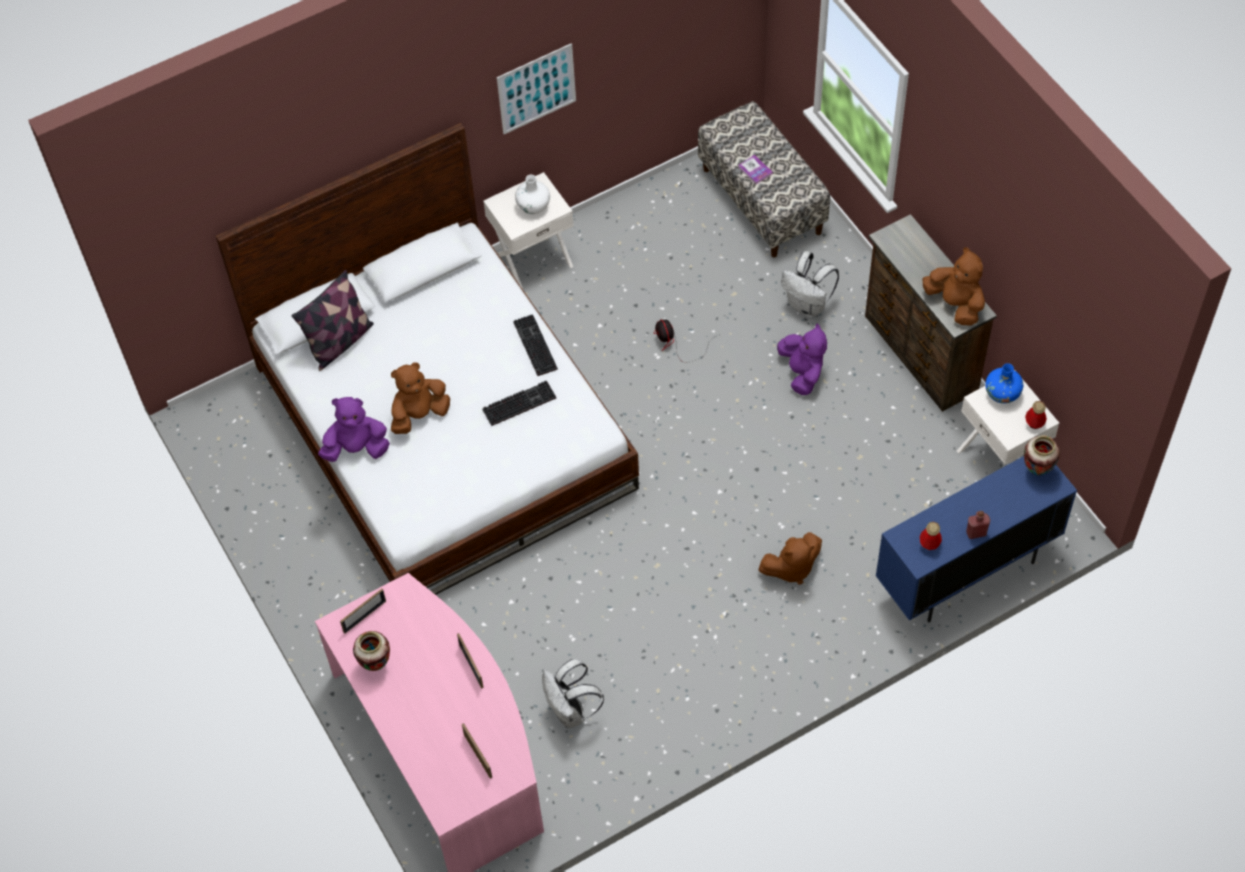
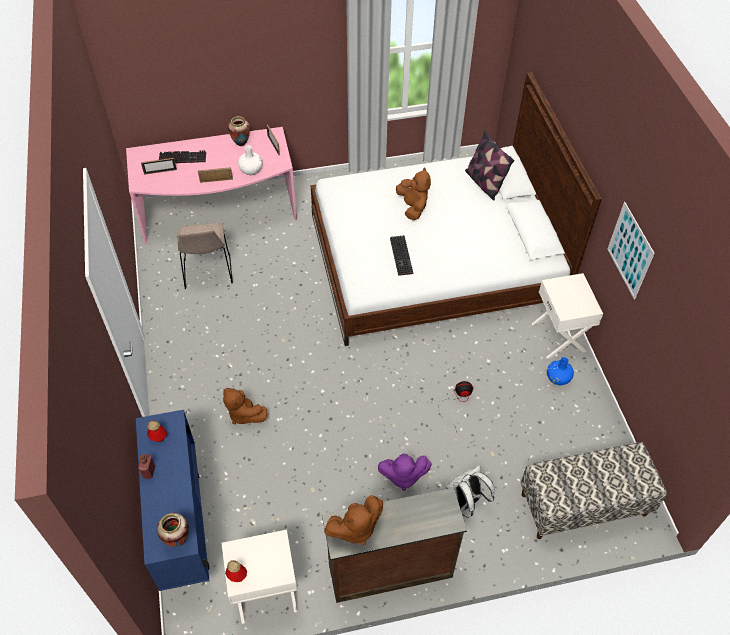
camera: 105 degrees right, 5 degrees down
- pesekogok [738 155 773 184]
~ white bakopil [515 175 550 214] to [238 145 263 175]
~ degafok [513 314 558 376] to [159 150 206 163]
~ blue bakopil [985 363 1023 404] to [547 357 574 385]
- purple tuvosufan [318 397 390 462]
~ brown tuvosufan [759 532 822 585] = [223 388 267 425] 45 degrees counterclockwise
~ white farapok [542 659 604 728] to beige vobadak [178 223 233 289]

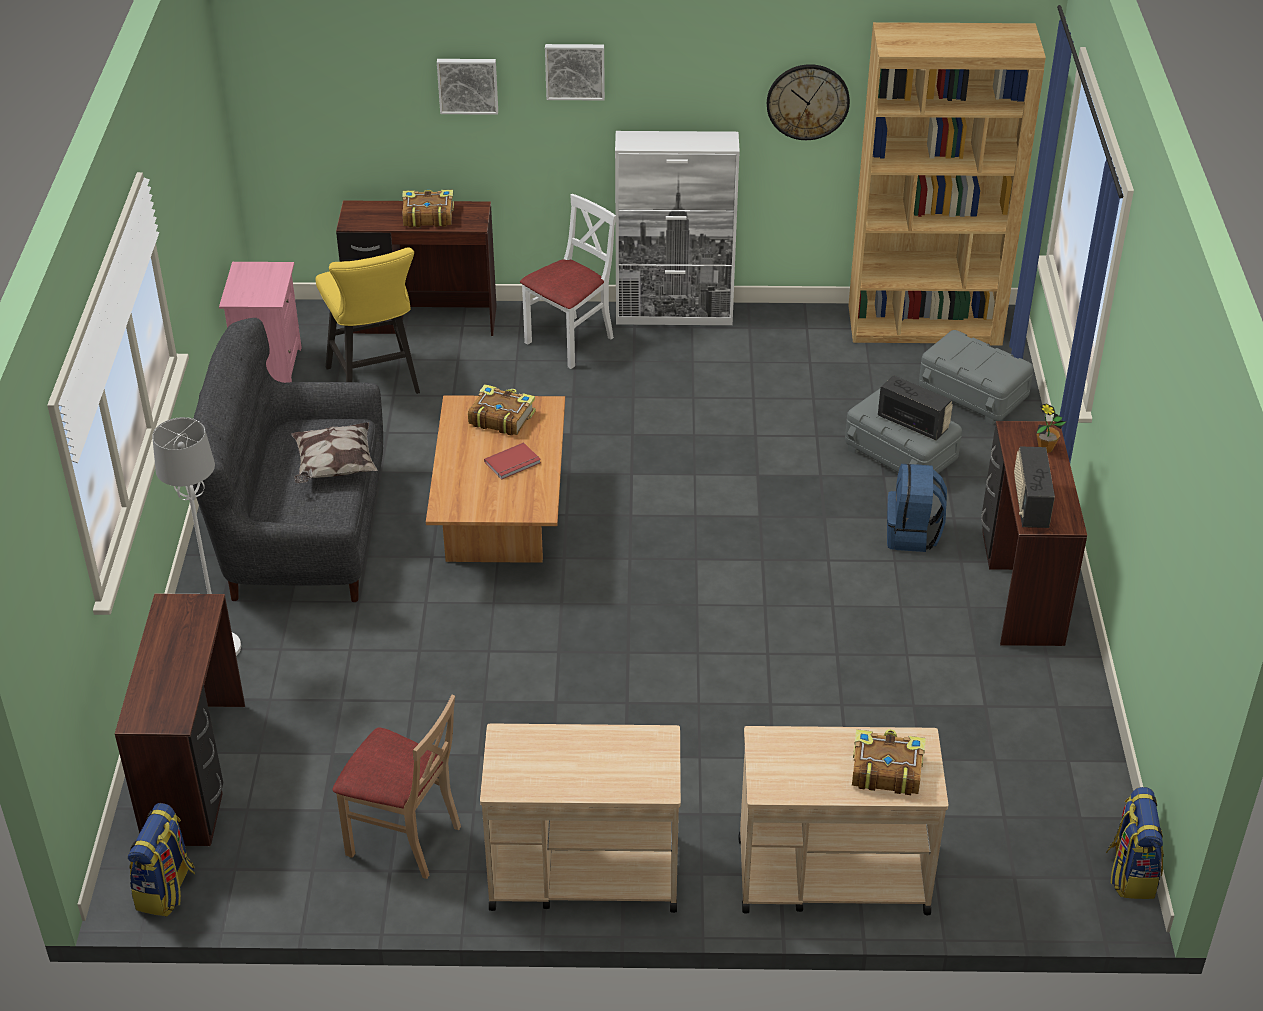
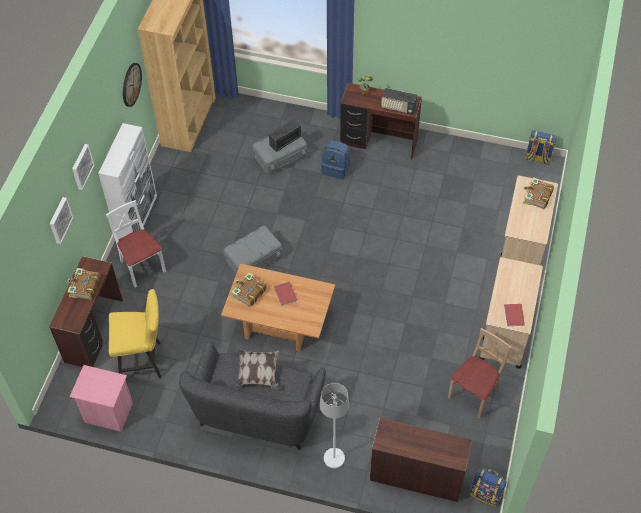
camera: 75 degrees left, 15 degrees up
~ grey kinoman [919 330 1034 425] to [224 226 282 273]
+ red pesekogok [504 304 525 326]

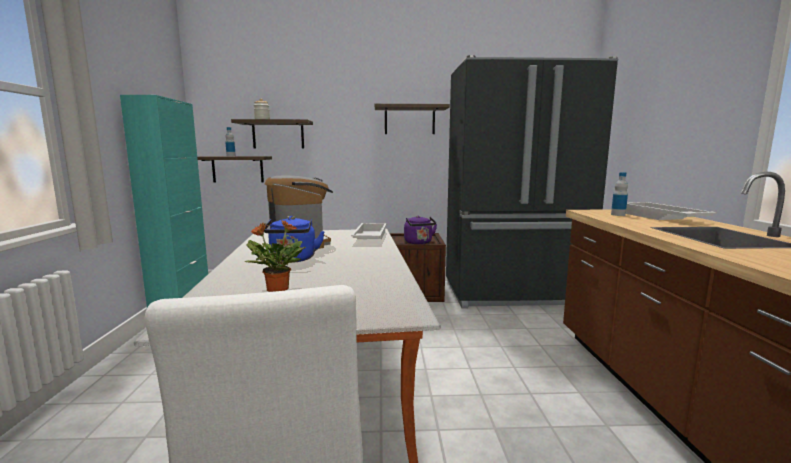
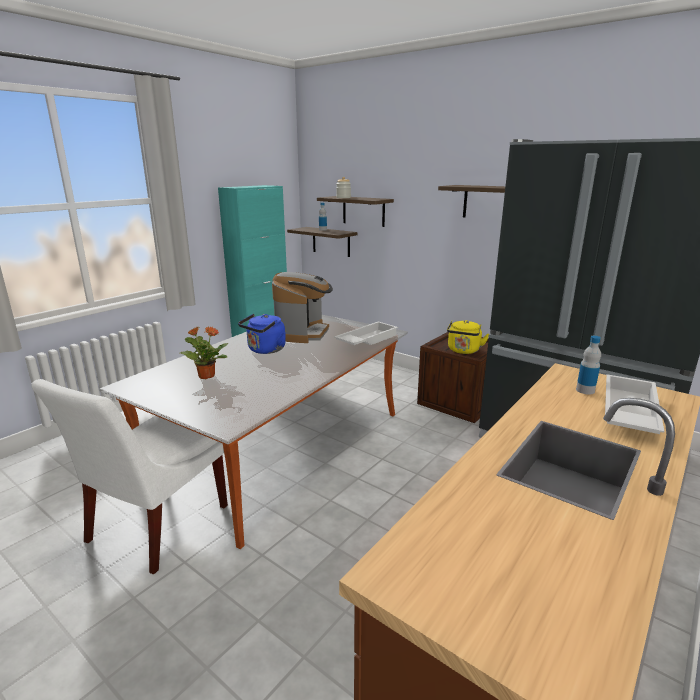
camera: 40 degrees right, 10 degrees up
~ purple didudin [404 215 437 244] to yellow didudin [447 320 489 354]

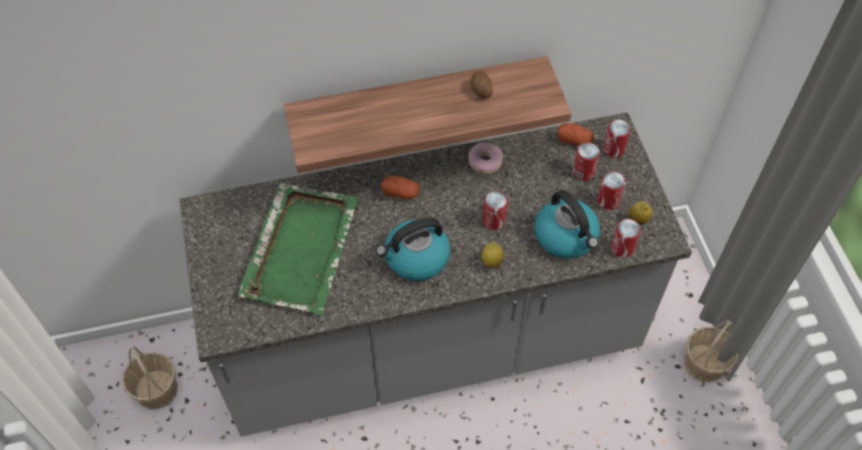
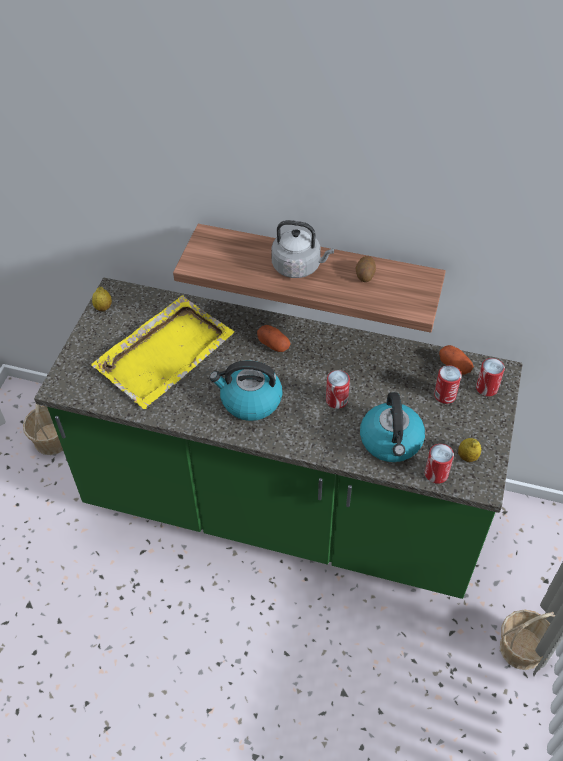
camera: 30 degrees right, 5 degrees down
~ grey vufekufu [179 112 692 437] to green vufekufu [34 278 522 599]
- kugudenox [468 142 503 174]
- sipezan [597 171 626 210]
~ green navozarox [238 182 358 315] to yellow navozarox [91 295 235 409]
~ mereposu [482 242 504 268] to [92 287 112 311]
+ grey didudin [271 220 334 278]

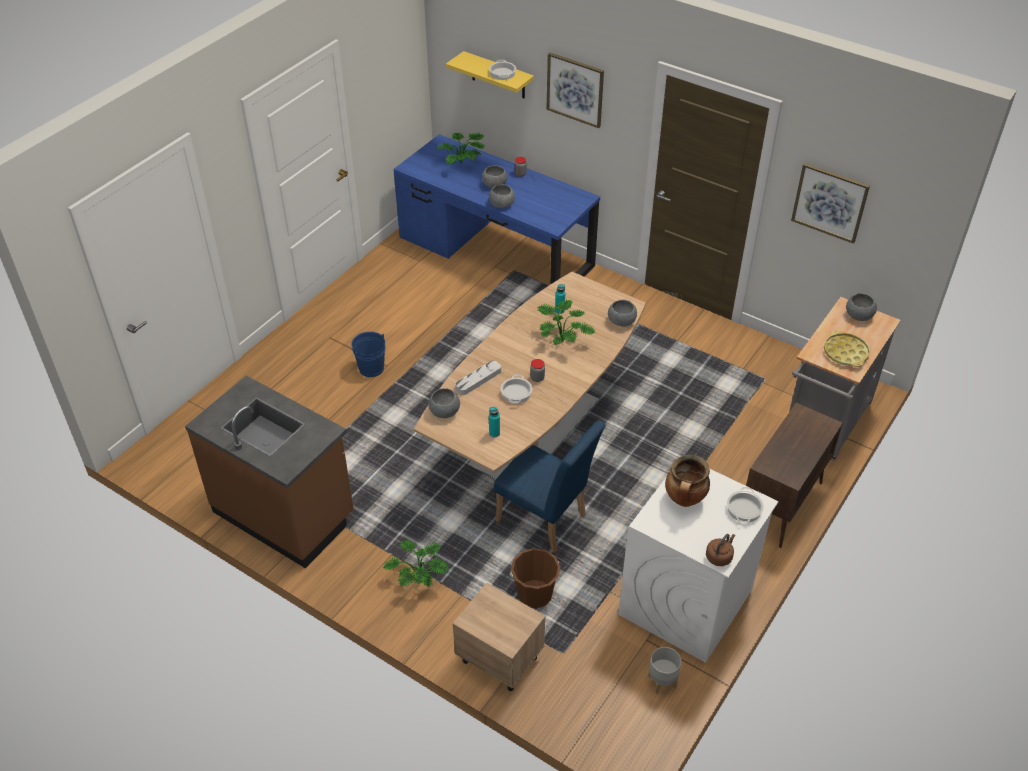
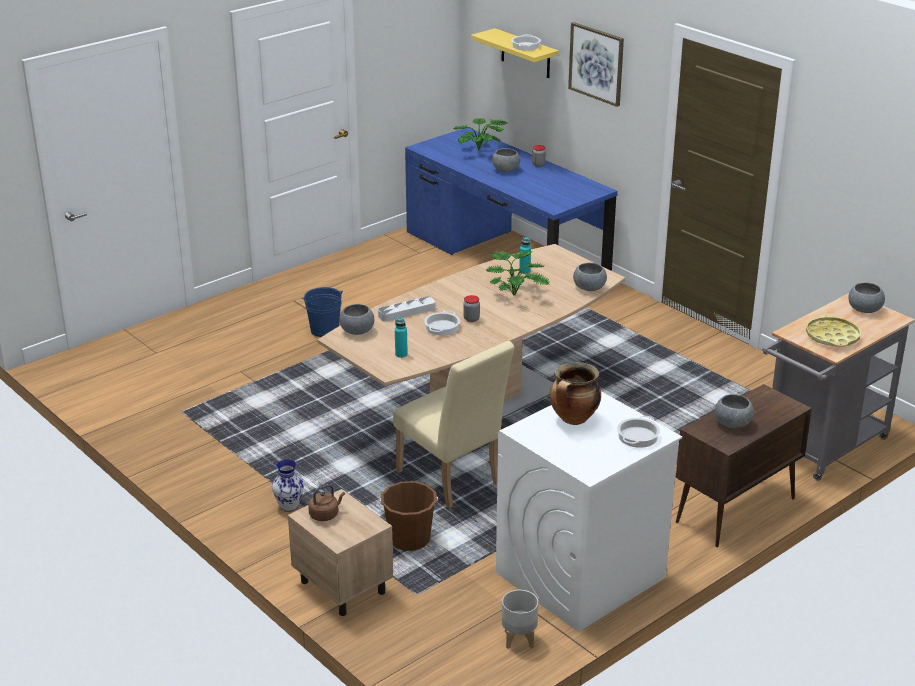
camera: 15 degrees right, 15 degrees down
- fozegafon [791 163 870 244]
~ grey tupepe [489 185 515 208] to [715 394 754 428]
- brown vufekufu [185 375 353 568]
~ blue vobadak [494 420 605 553] to beige vobadak [393 341 515 508]
~ brown didudin [706 534 735 566] to [308 484 345 521]
~ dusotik [383 540 449 587] to bakopil [272 459 304 512]

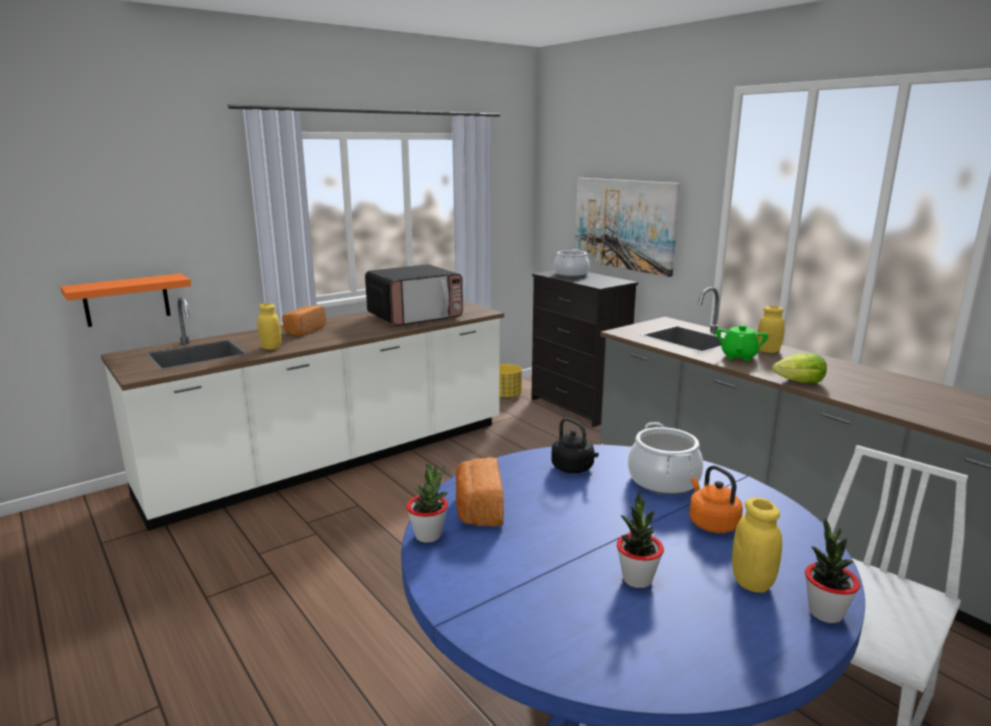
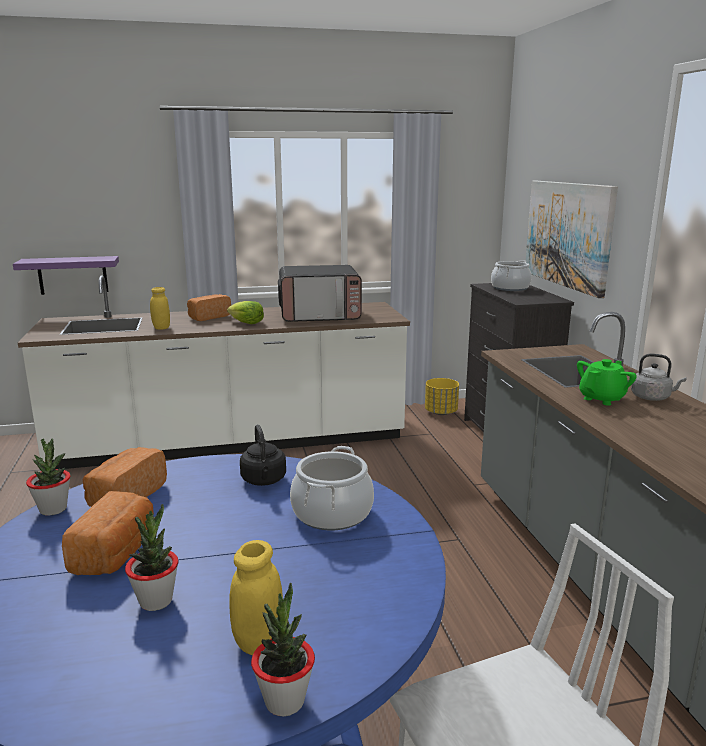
camera: 25 degrees right, 0 degrees up
~ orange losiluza [60 274 191 327] to purple losiluza [13 256 119 295]
~ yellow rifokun [757 306 785 353] to grey didudin [631 354 686 401]
~ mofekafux [772 353 827 384] to [227 301 264 324]
- orange didudin [689 465 743 533]
+ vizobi [62 491 154 575]

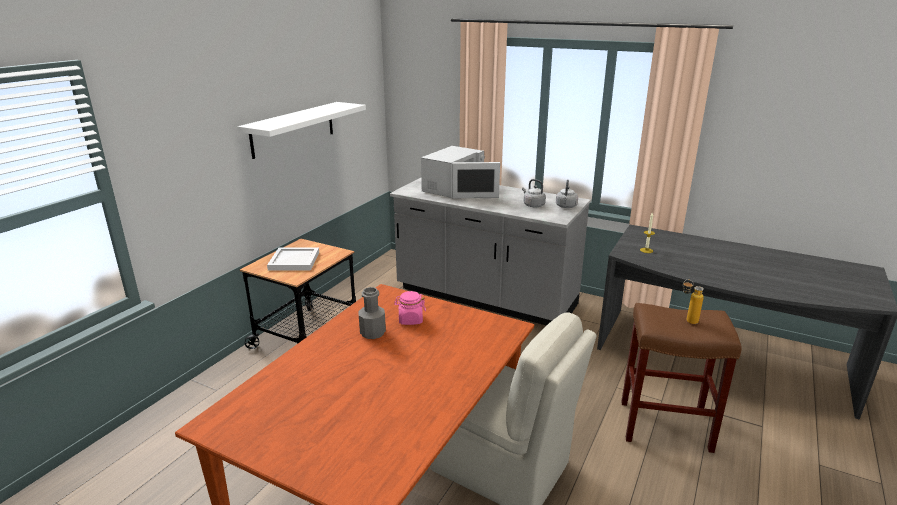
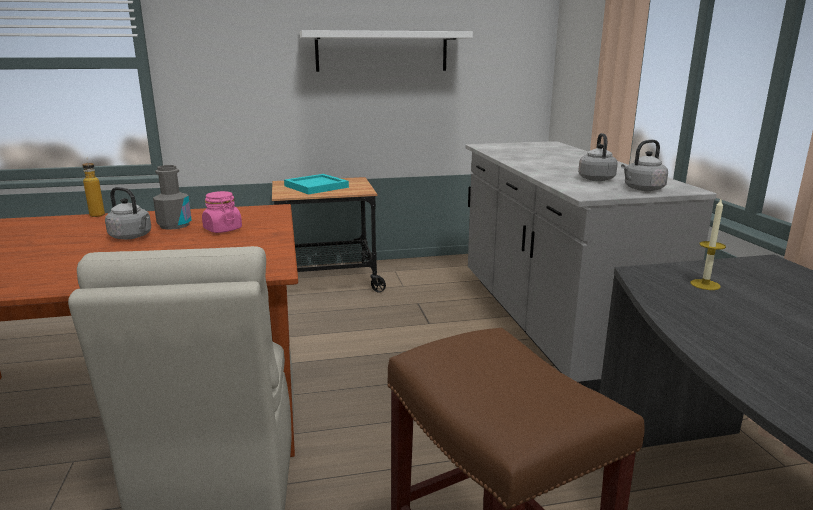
camera: 50 degrees right, 5 degrees down
- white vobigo [421 146 500 198]
~ white navozarox [267 248 319 271] to turquoise navozarox [284 174 349 195]
~ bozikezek [683 280 704 324] to [82 158 105 217]
+ grey didudin [105 187 151 239]

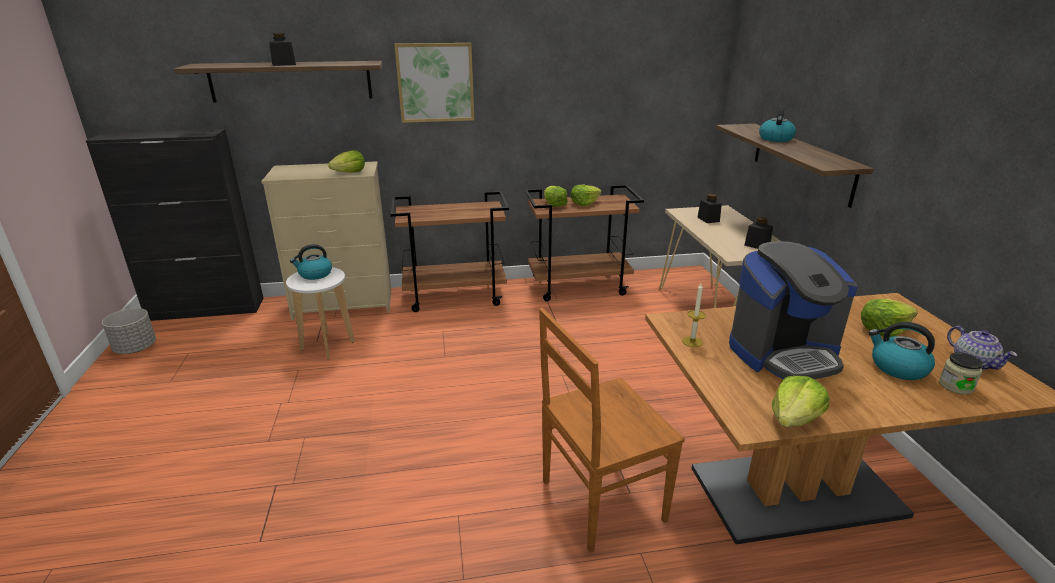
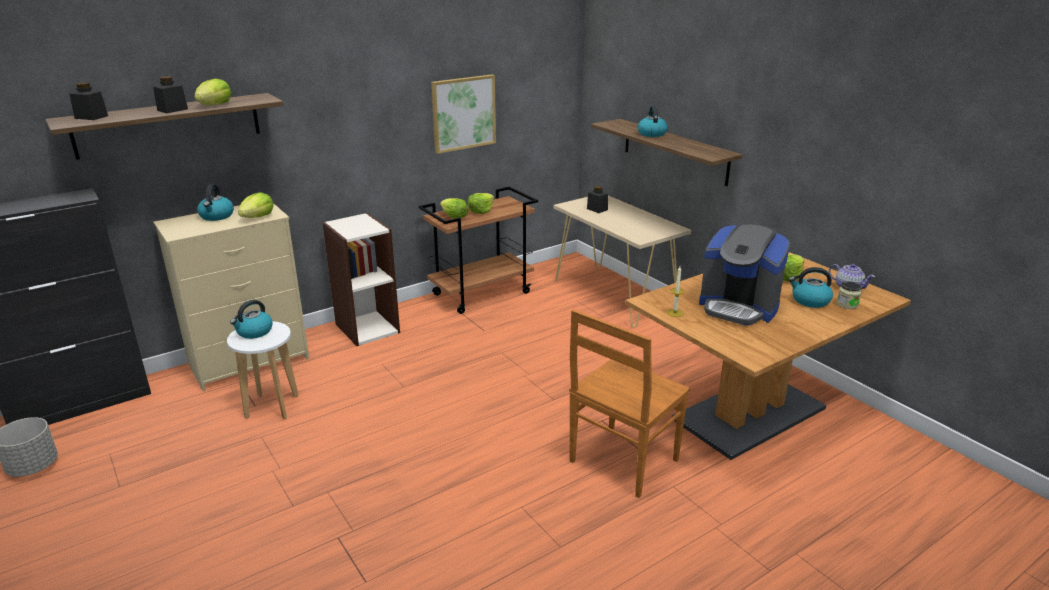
camera: 25 degrees left, 0 degrees up
~ fozegafon [394 43 474 123] to [431 74 496 154]
~ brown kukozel [391 191 509 312] to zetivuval [322 213 400 346]
~ black rifokun [744 217 773 249] to [69 82 108 120]
~ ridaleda [729 241 858 379] = [699 223 790 325] 75 degrees clockwise
~ mofekafux [772 376 829 427] to [194 78 231 105]
+ didudin [197 184 234 221]

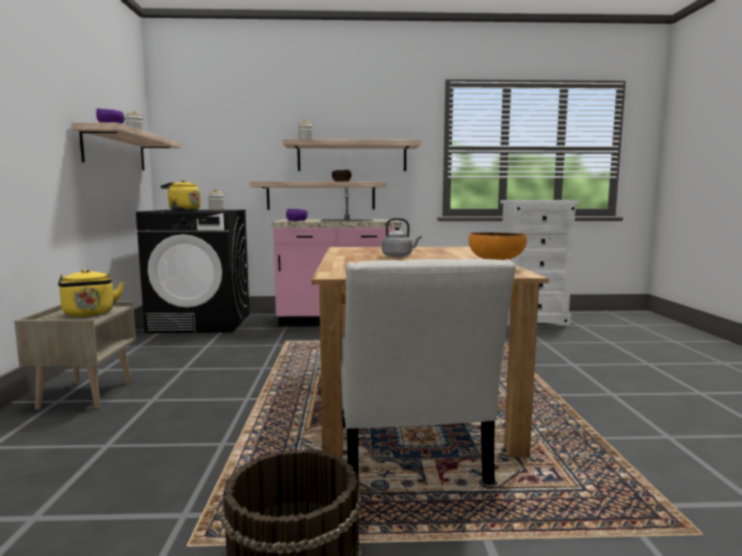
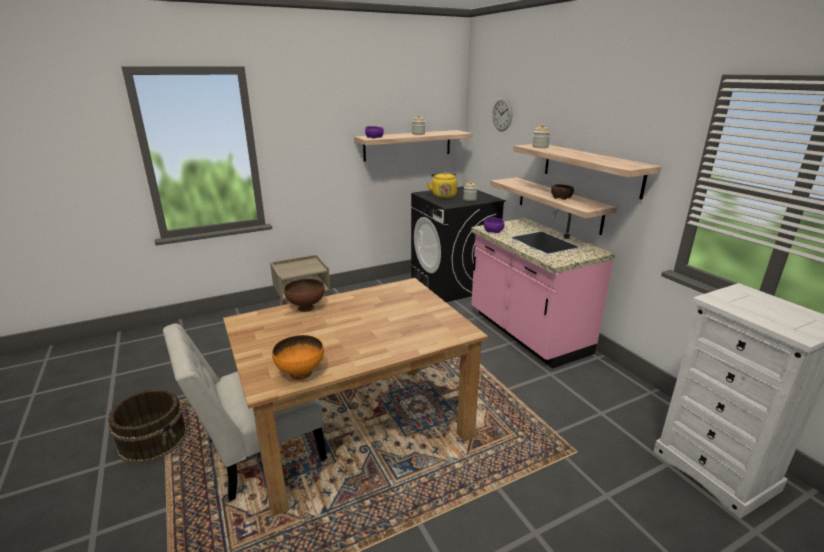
camera: 65 degrees right, 15 degrees up
- grey didudin [382 218 422 257]
- yellow didudin [58 269 124 317]
+ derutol [492 98 512 131]
+ brown tupepe [284 278 325 312]

